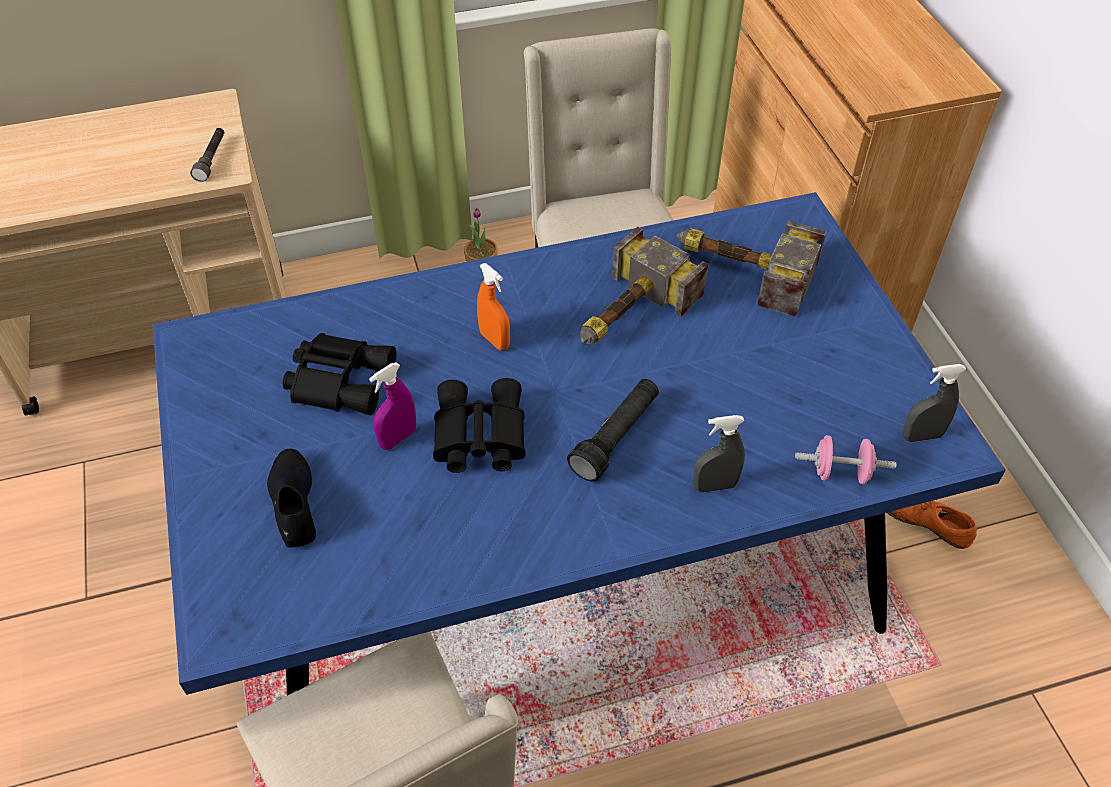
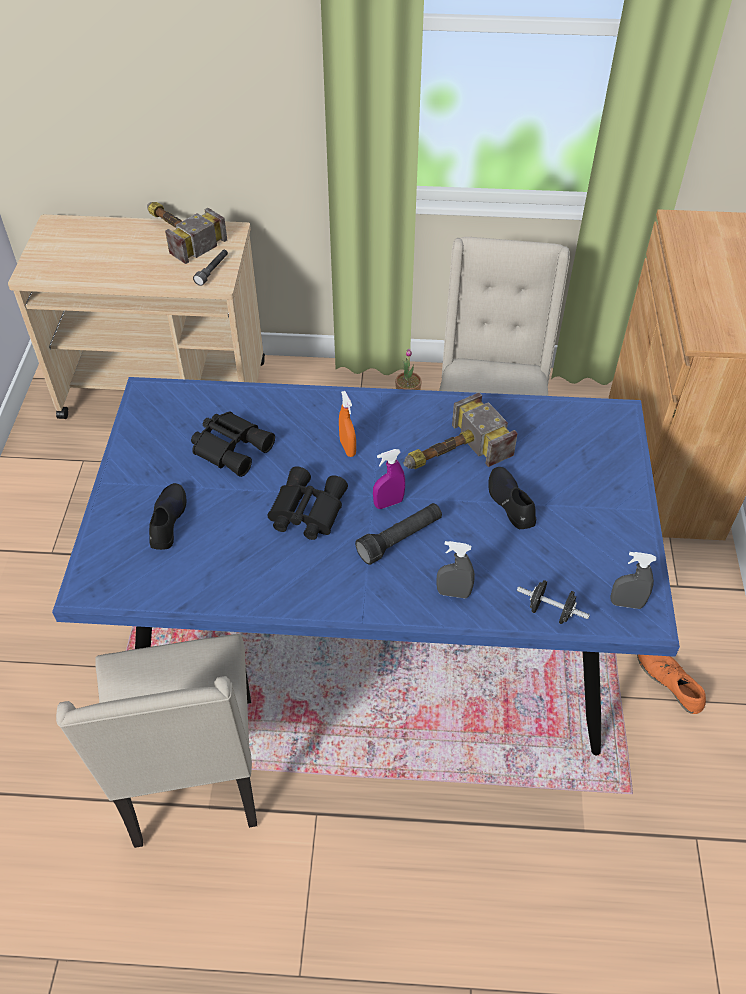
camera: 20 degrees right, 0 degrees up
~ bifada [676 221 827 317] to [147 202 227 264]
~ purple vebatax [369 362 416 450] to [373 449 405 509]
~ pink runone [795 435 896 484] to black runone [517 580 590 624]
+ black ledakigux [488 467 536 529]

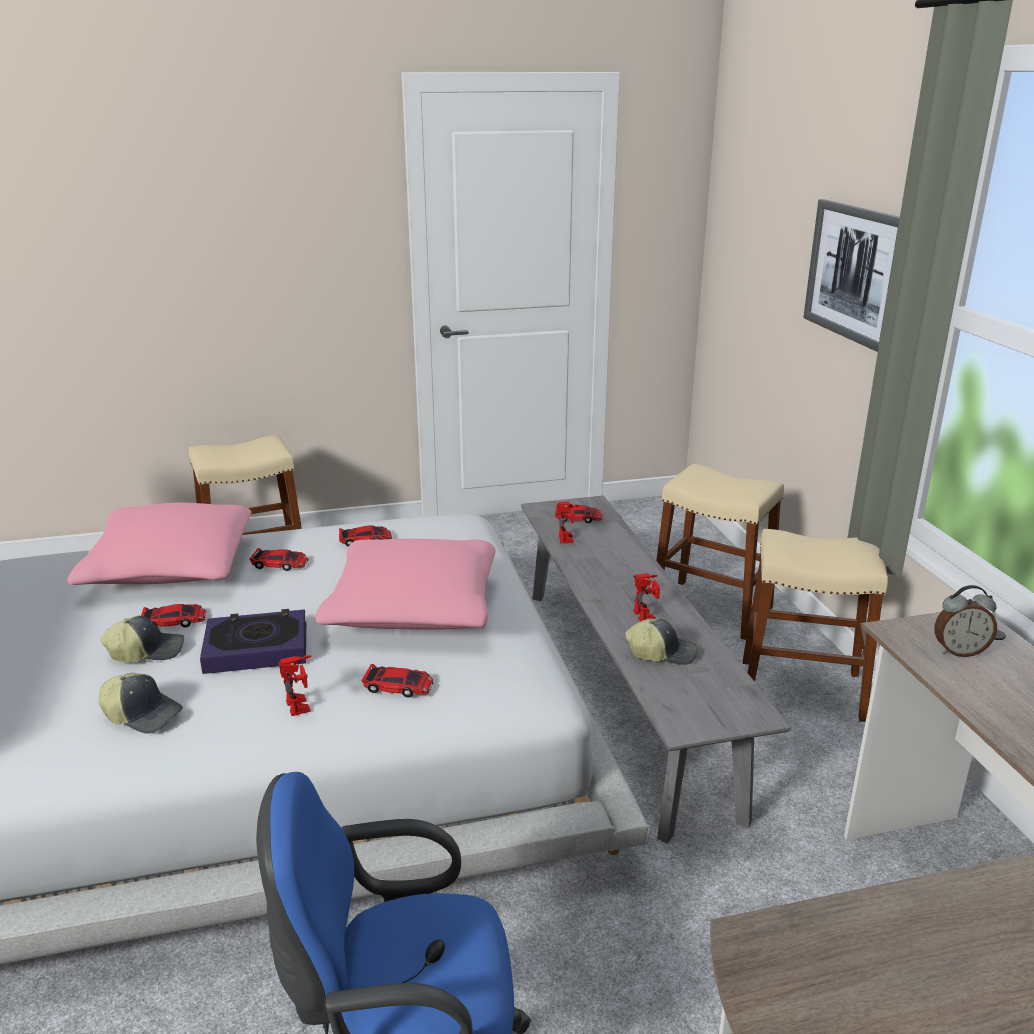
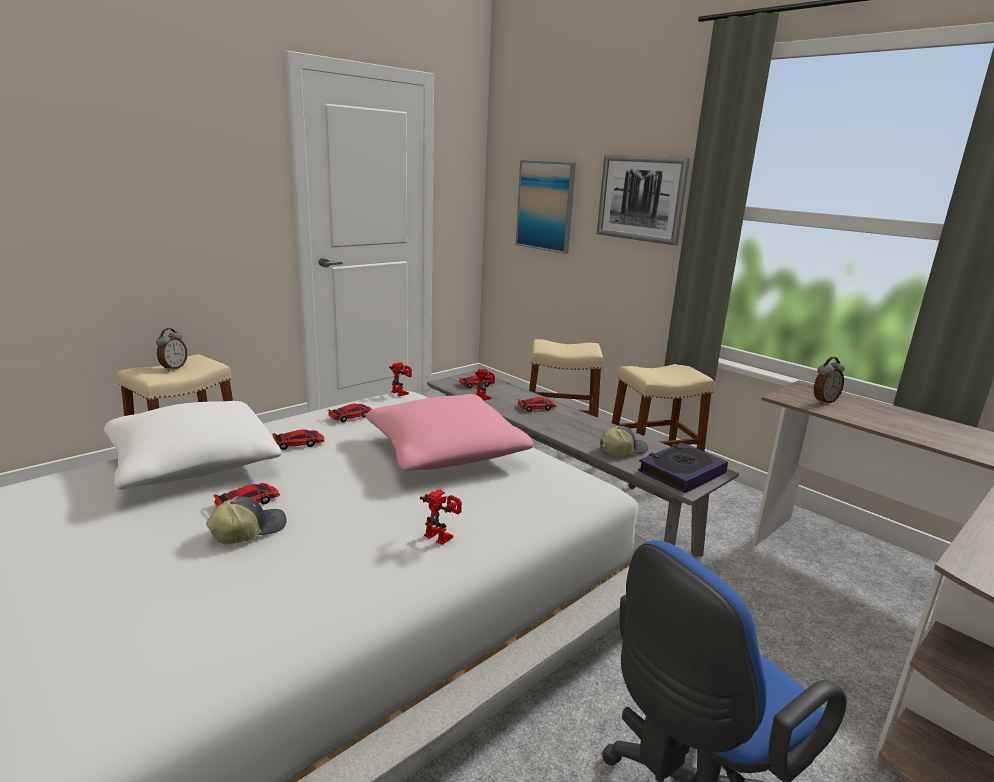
camera: 30 degrees left, 5 degrees down
~ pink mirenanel [67 503 251 585] to white mirenanel [104 401 282 489]
~ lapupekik [633 573 660 621] to [389 362 412 396]
~ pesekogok [200 609 306 674] to [638 443 728 493]
~ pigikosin [361 664 434 697] to [517 397 557 412]
- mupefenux [99 673 183 733]
+ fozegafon [516 160 576 254]
+ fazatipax [156 328 188 371]

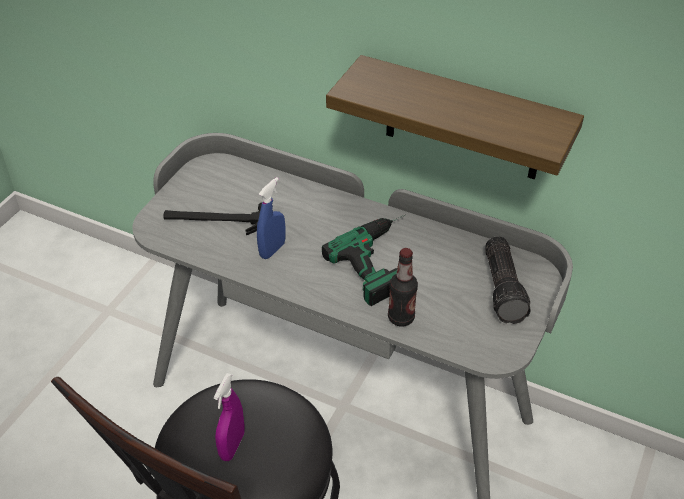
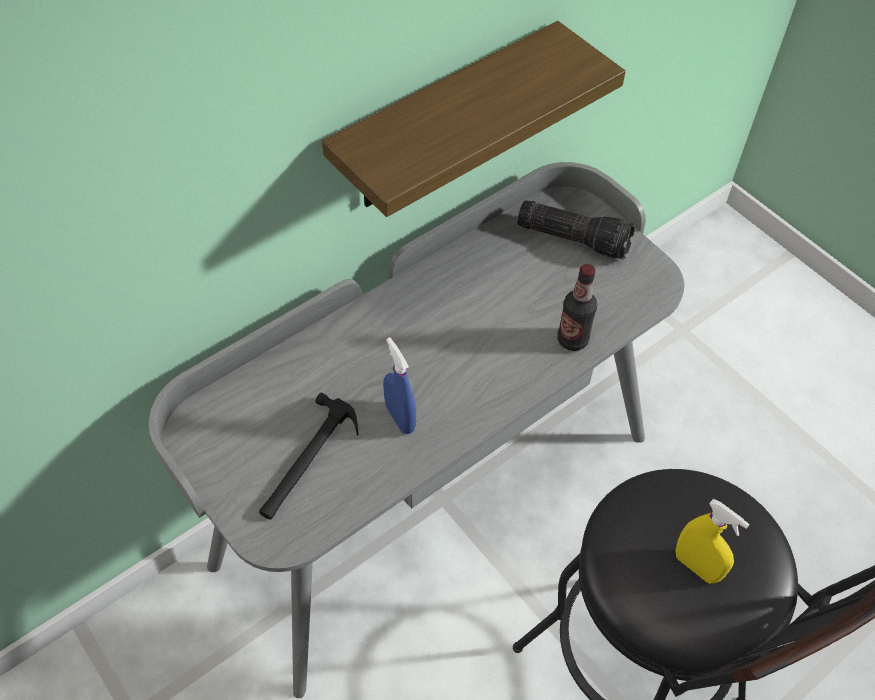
camera: 65 degrees left, 10 degrees up
- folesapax [322 214 406 306]
~ purple vebatax [214 373 245 461] to yellow vebatax [675 499 750 584]

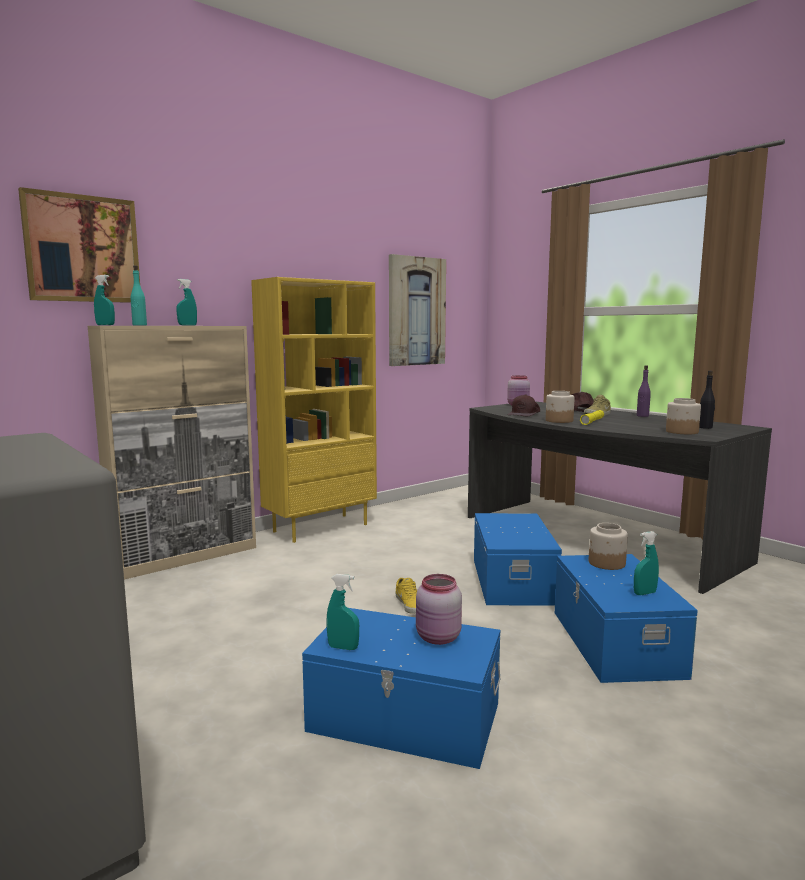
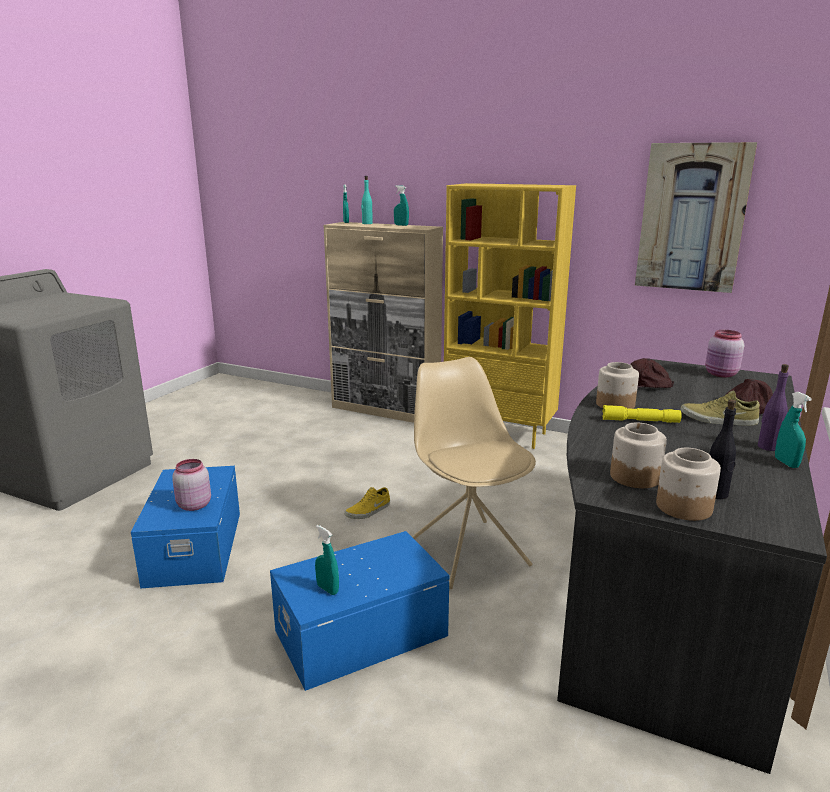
camera: 65 degrees right, 10 degrees up
- fozegafon [18 187 140 303]
~ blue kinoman [474 513 562 606] to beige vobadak [412 357 536 589]
~ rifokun [589 523 628 570] to [656 448 721 521]
~ turquoise vebatax [326 574 359 650] to [775 392 812 468]

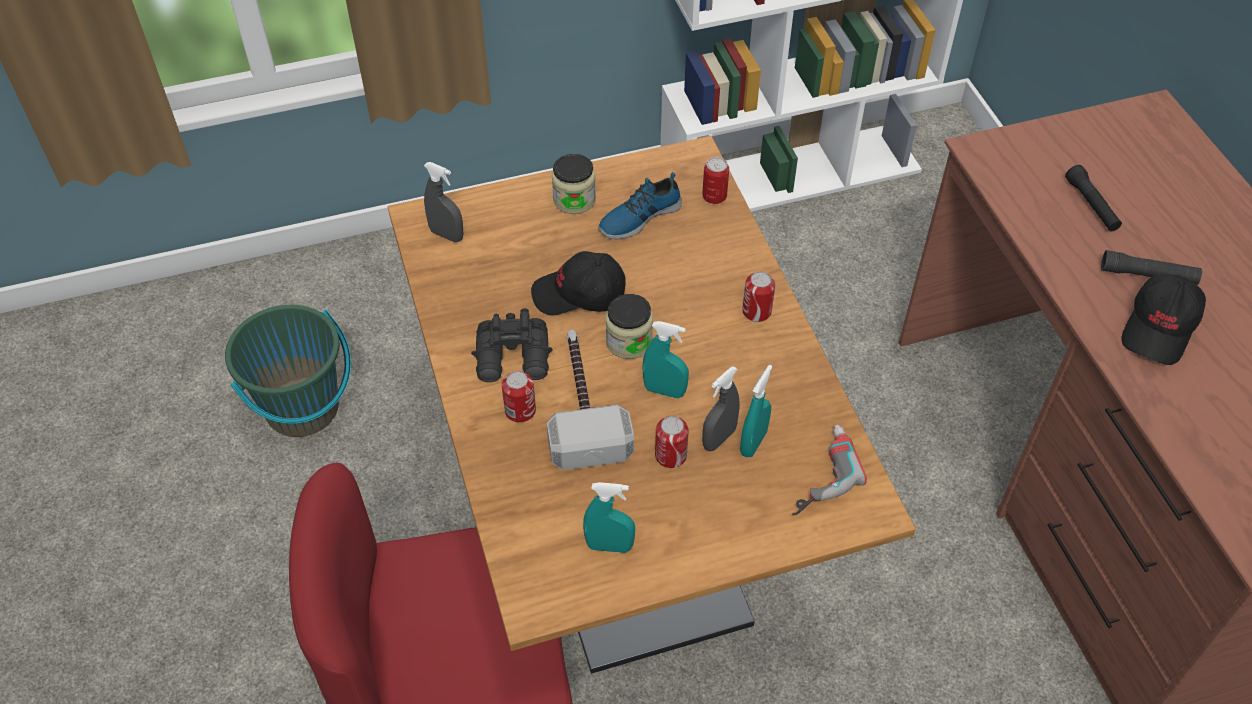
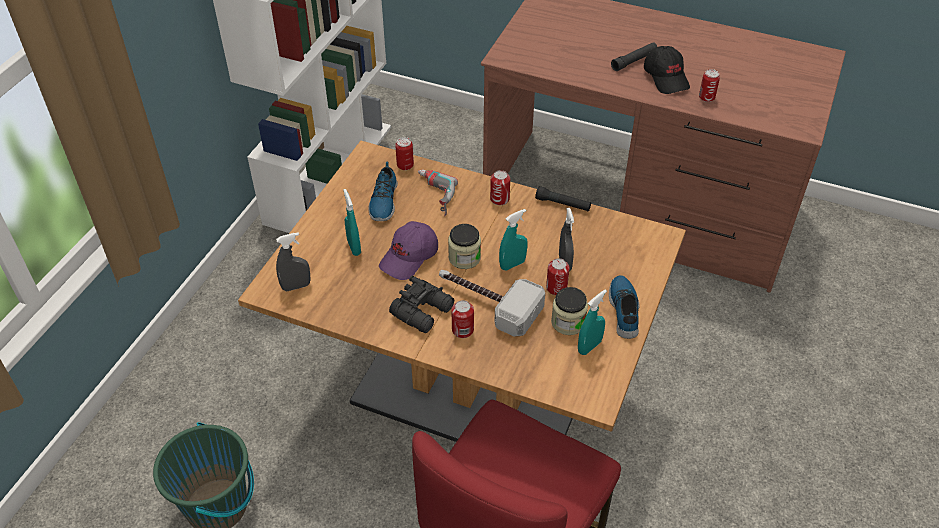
camera: 50 degrees left, 5 degrees down
~ rifokun [552 154 596 214] to [551 287 588 335]
~ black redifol [1065 165 1122 231] to [535 186 591 212]
~ black mupefenux [531 251 626 316] to purple mupefenux [379 221 438 280]
~ turquoise vebatax [740 365 773 457] to [343 189 361 256]
~ folesapax [792 424 867 516] to [418 169 458 216]
+ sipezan [699 69 720 102]
+ ledakigux [609 275 639 339]

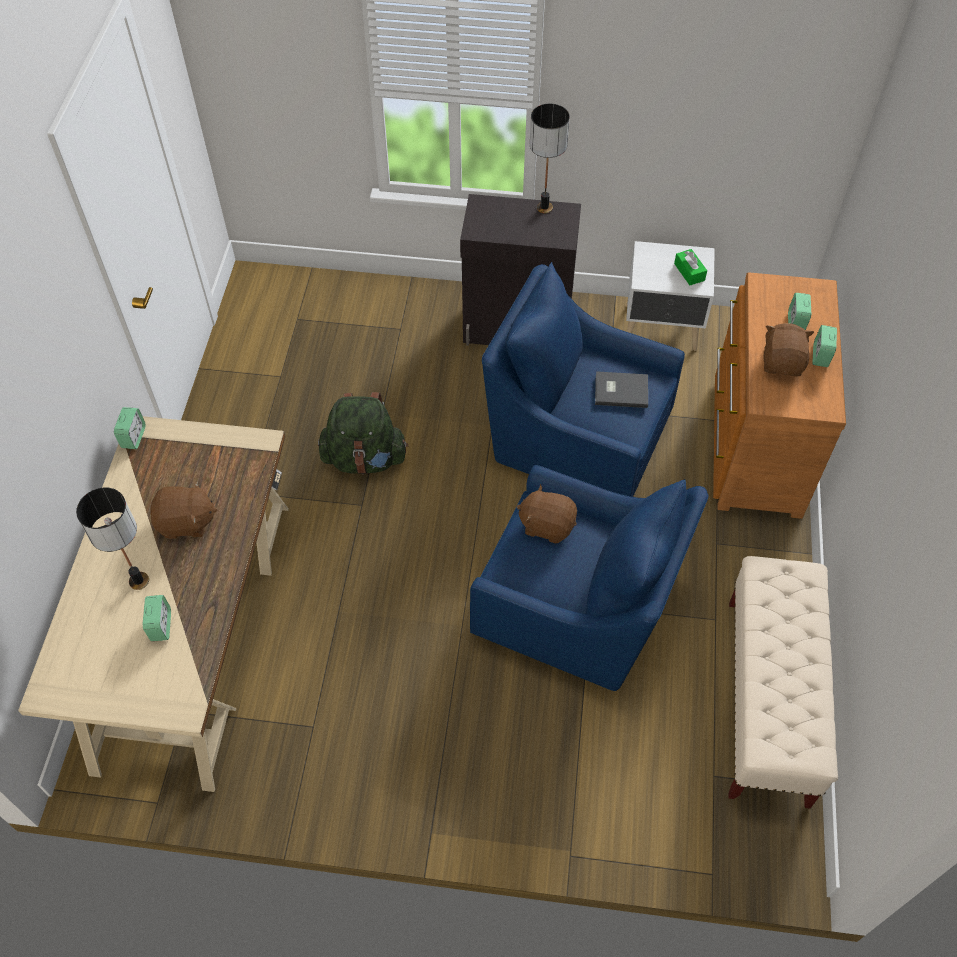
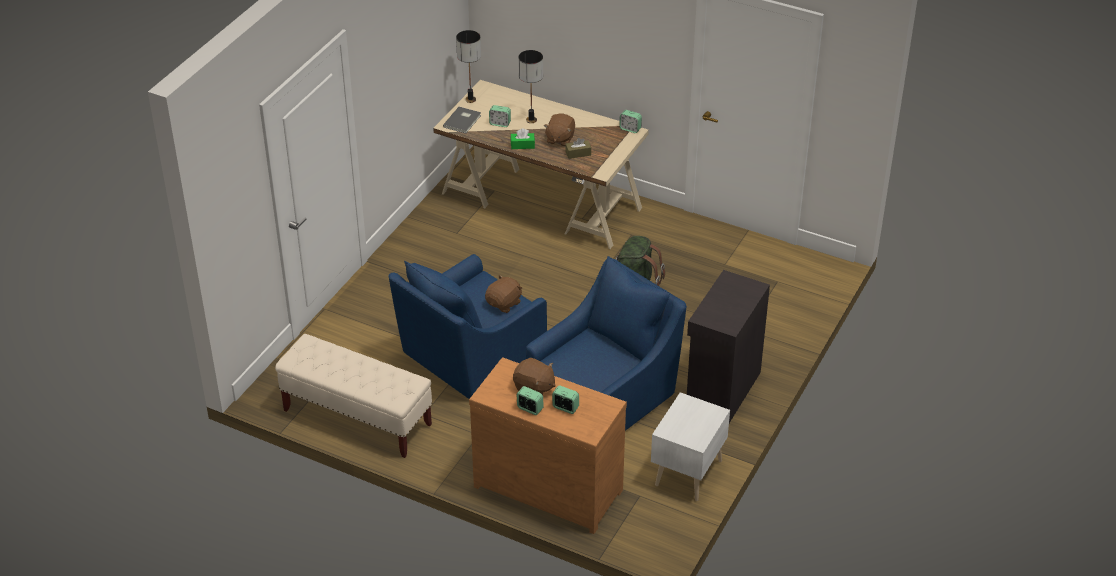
camera: 110 degrees right, 15 degrees down
~ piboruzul [530 104 570 214] to [456 30 481 103]
~ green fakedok [674 249 707 285] to [511 128 535 149]
~ grey pesekogok [595 371 648 408] to [443 107 481 134]
+ brown fakedok [565 138 591 159]

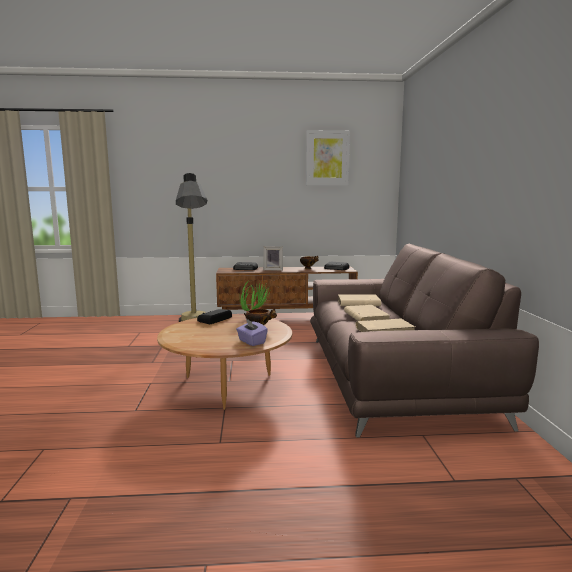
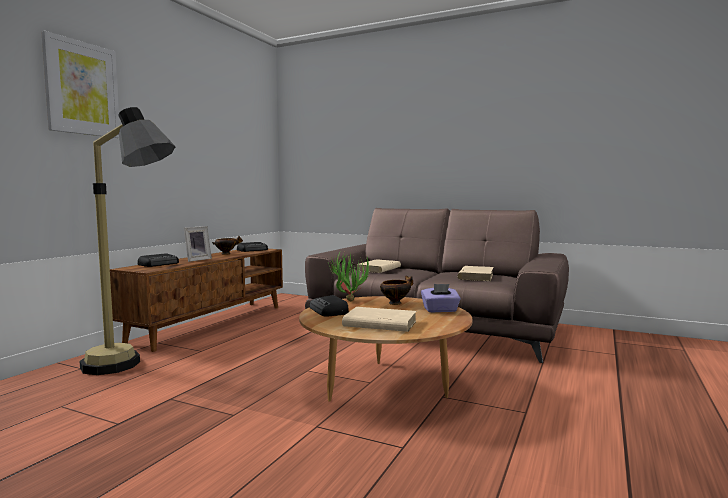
camera: 60 degrees left, 5 degrees down
~ fozegafon [306 130 350 185] to [41 31 120 138]
~ beige pesekogok [344 305 391 321] to [342 307 416 332]

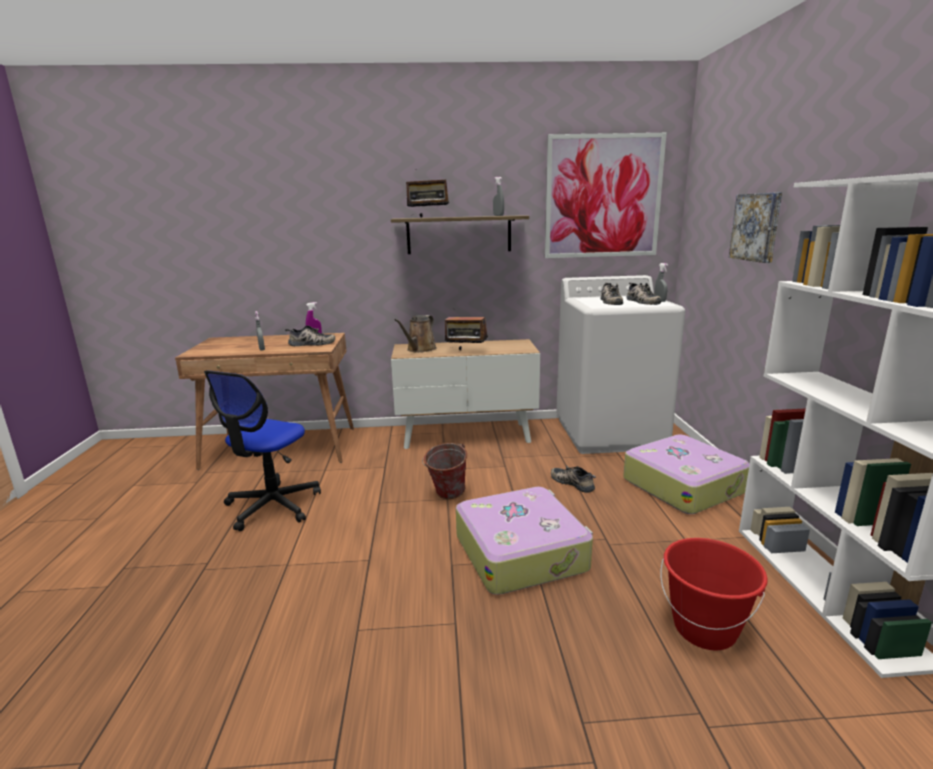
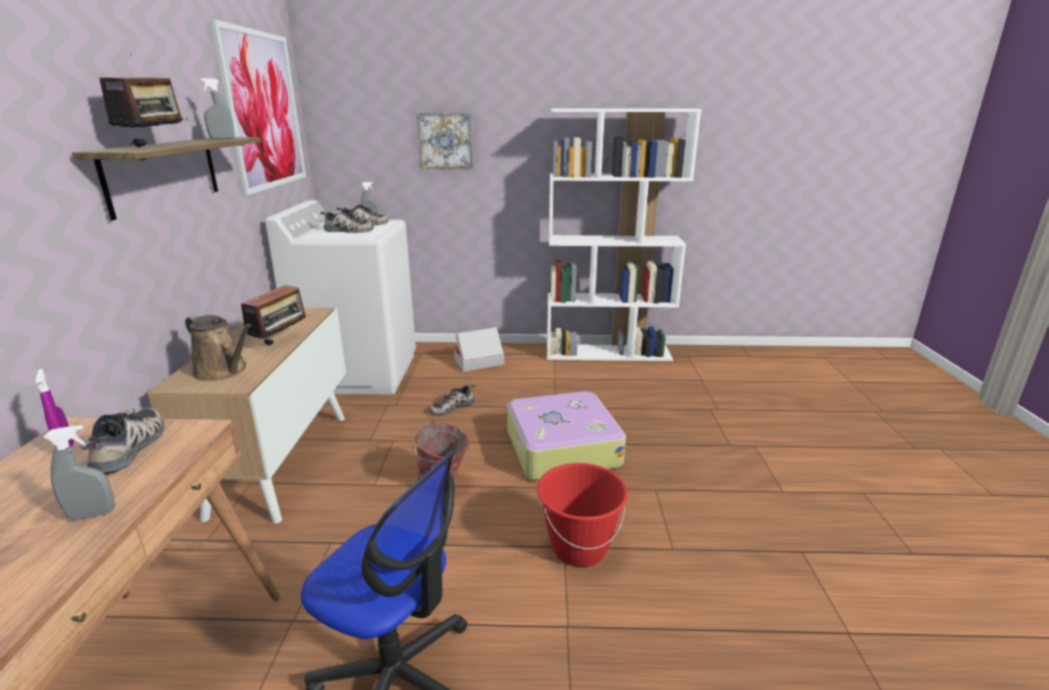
camera: 85 degrees left, 5 degrees up
~ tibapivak [623 435 750 514] to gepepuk [454 327 505 372]
~ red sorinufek [660 538 768 650] to [537 463 628 567]

